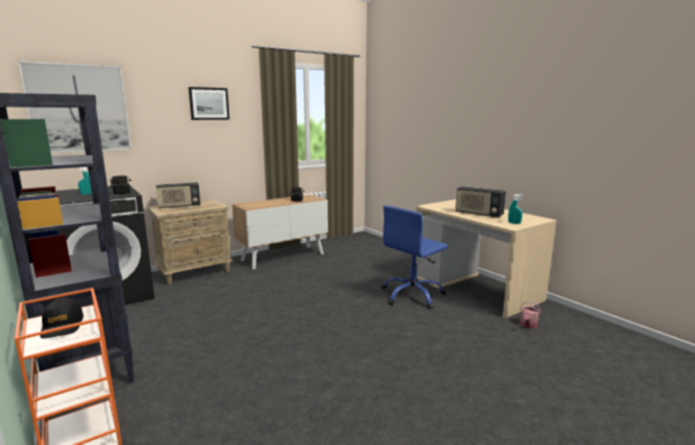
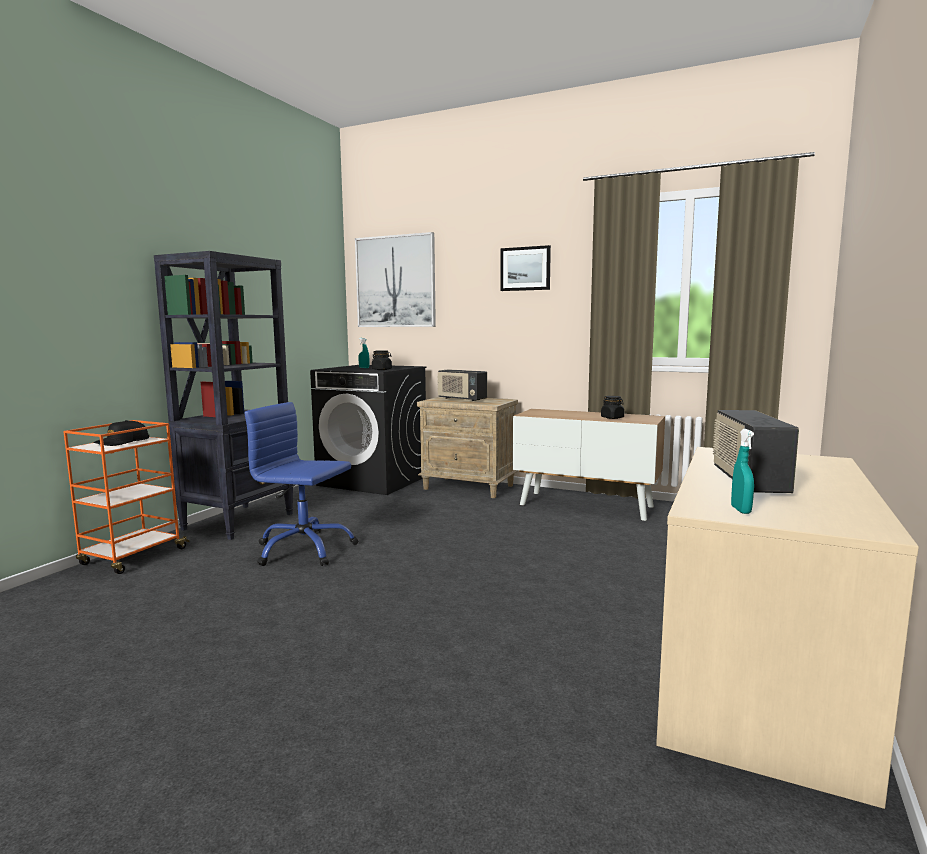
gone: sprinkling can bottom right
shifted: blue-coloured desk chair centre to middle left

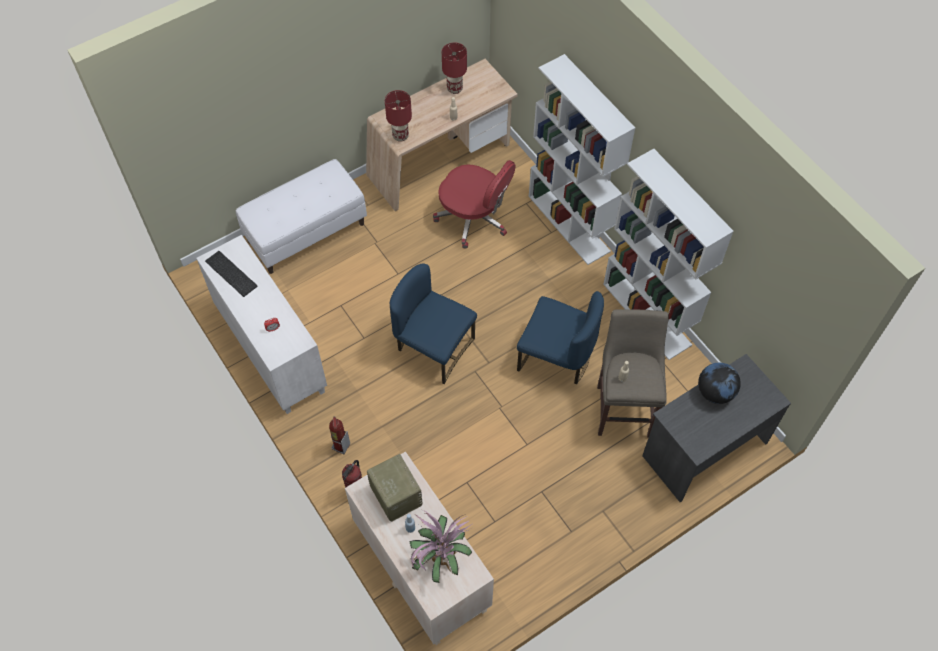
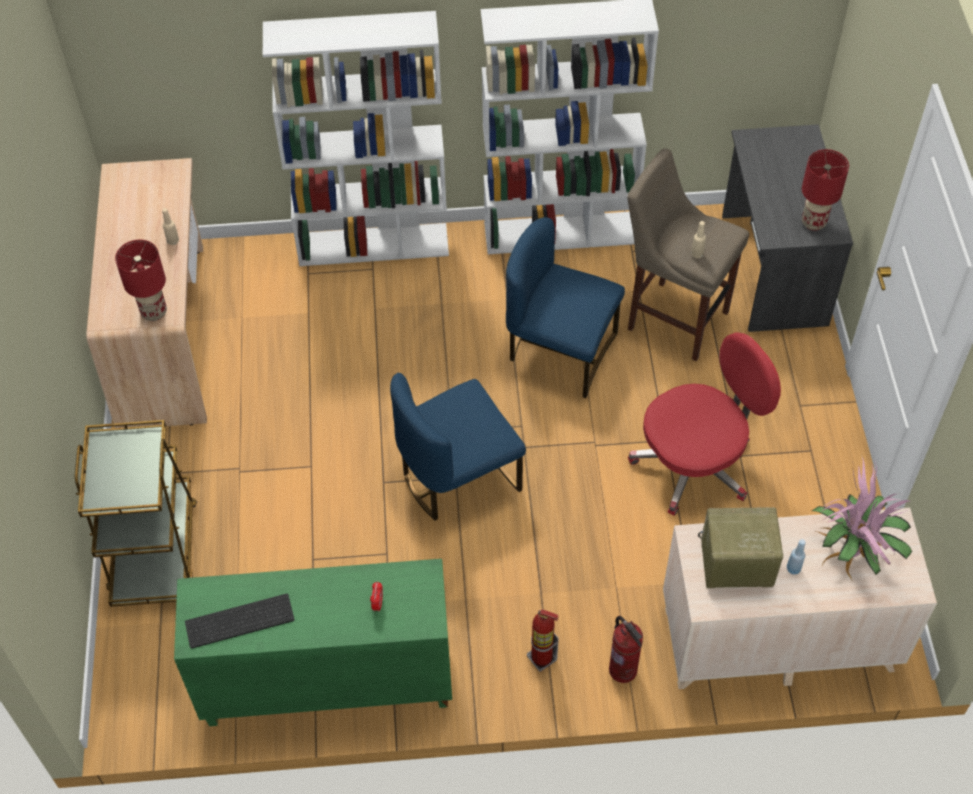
gone: globe middle right
shifted: reddish desk chair top centre to middle right; reddish table lamp (no. 2 from left) top centre to top right
swapped: whitish long seat top left to brownish cart middle left
repainted: whitish cabinet middle left to green cabinet bottom left
rotated: blue-coloured chair (no. 2 from left) centre = centre 120 degrees counterclockwise

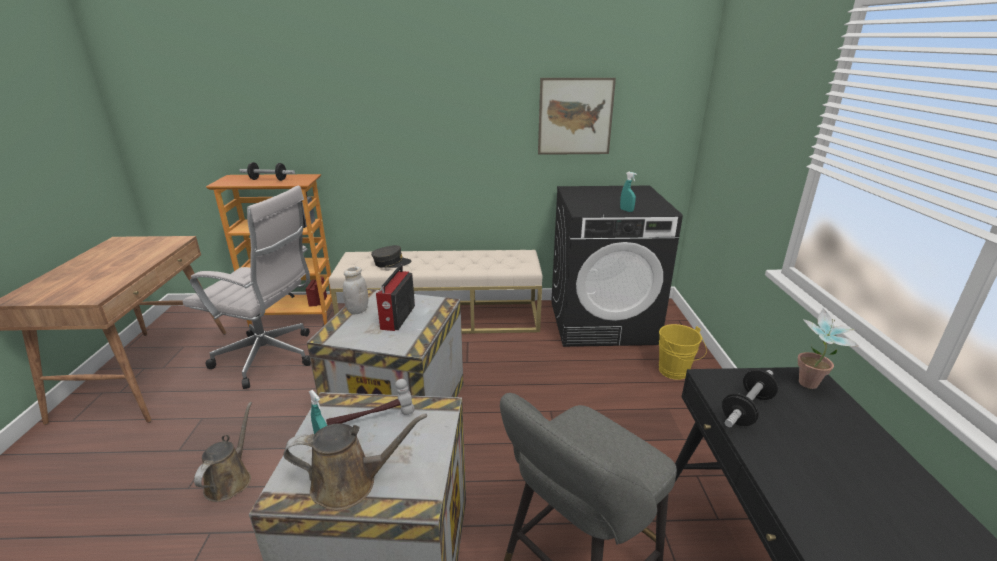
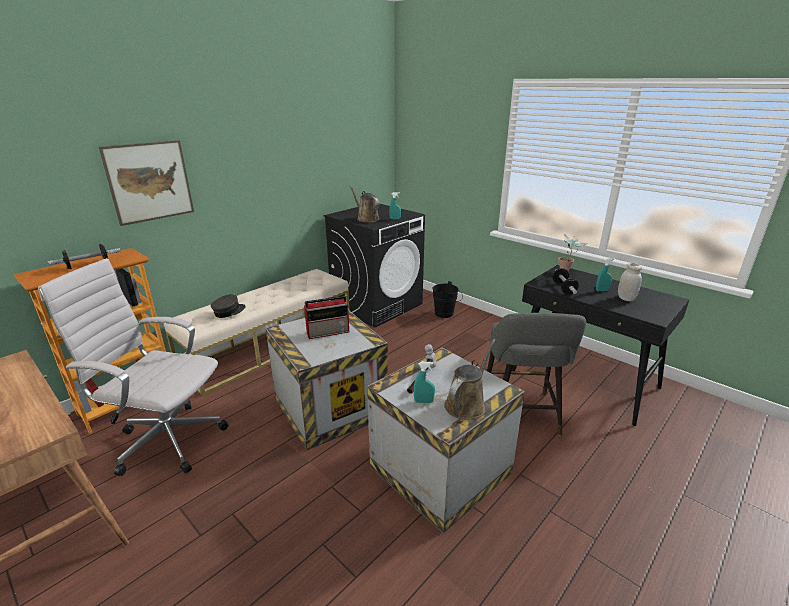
new: turquoise hand sprayer (no. 3 from left) middle right
shifted: wall art top centre to top left; brownish sprinkling can (no. 1 from left) bottom left to centre; whitish preserve jar centre to middle right
repainted: yellowish water bucket middle right to black water bucket centre
rotated: whitish desk chair middle left = middle left 135 degrees counterclockwise; radio centre = centre 75 degrees counterclockwise

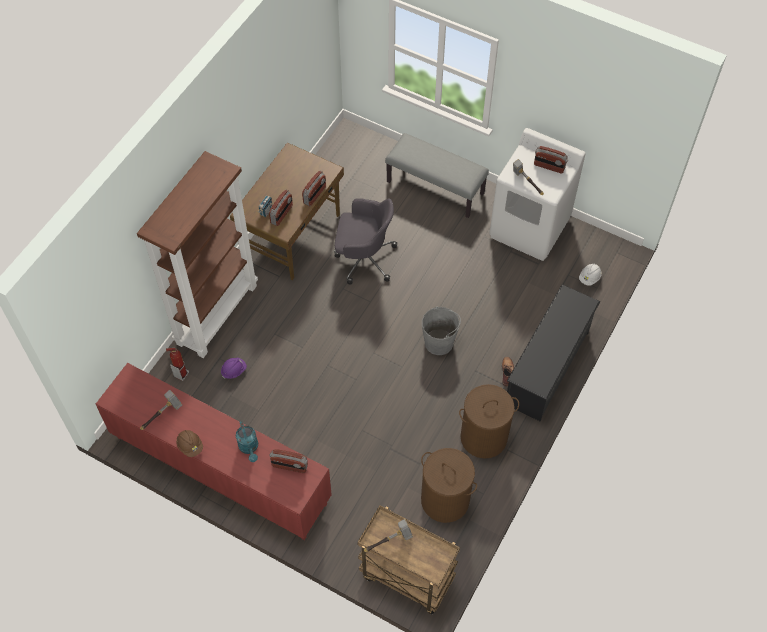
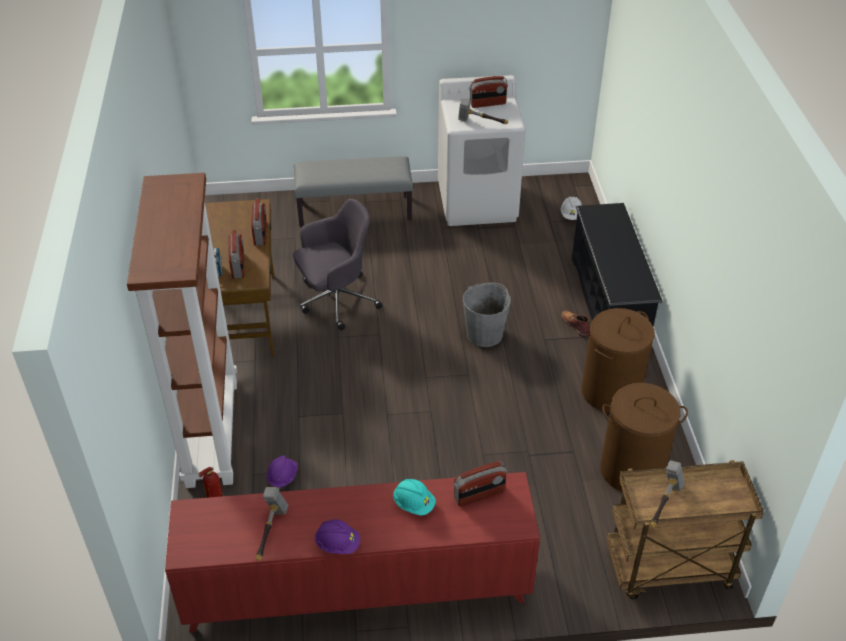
swapped: turquoise sprinkling can bottom left to turquoise safety helmet bottom centre
repainted: brownish safety helmet bottom left to purple safety helmet (no. 2 from left) bottom centre

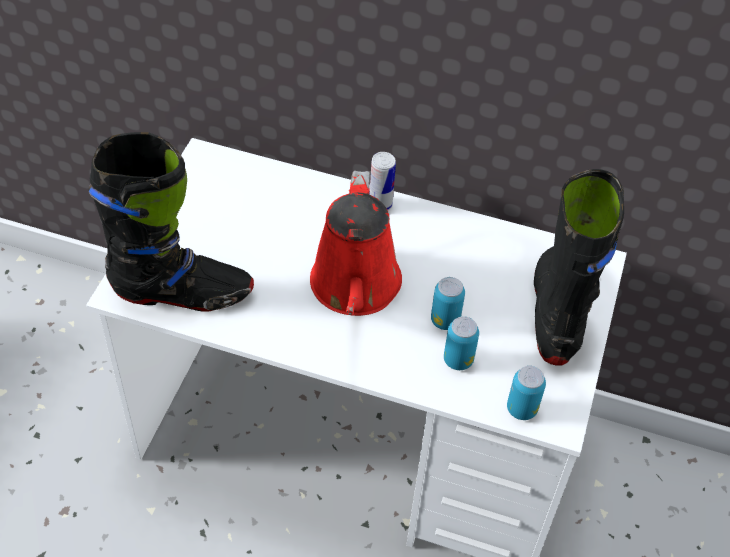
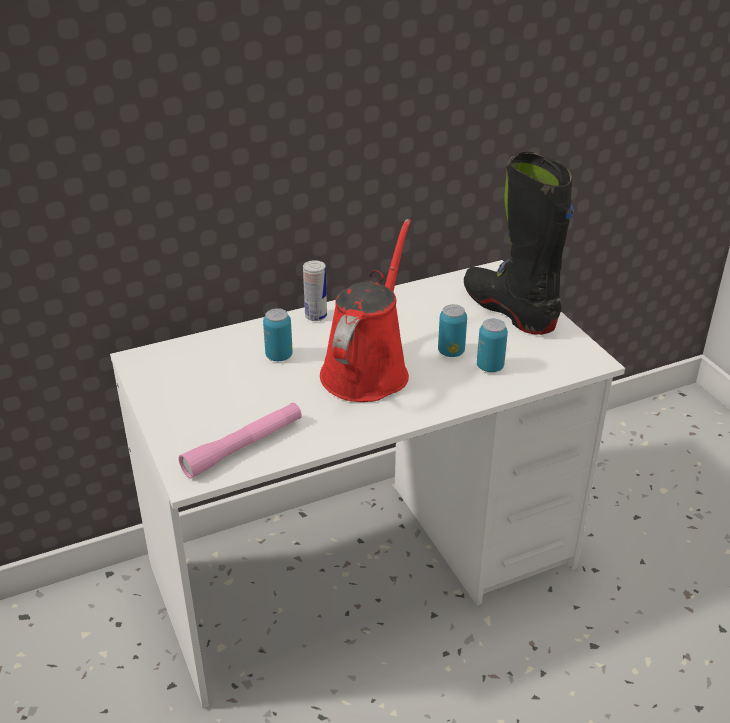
shifted: can (no. 4 from left in the first image) bottom right to can (no. 1 from left) centre
swapped: black boot (no. 1 from left) middle left to pink-coloured hand torch middle left
rotated: reddish sprinkling can centre = centre 120 degrees counterclockwise

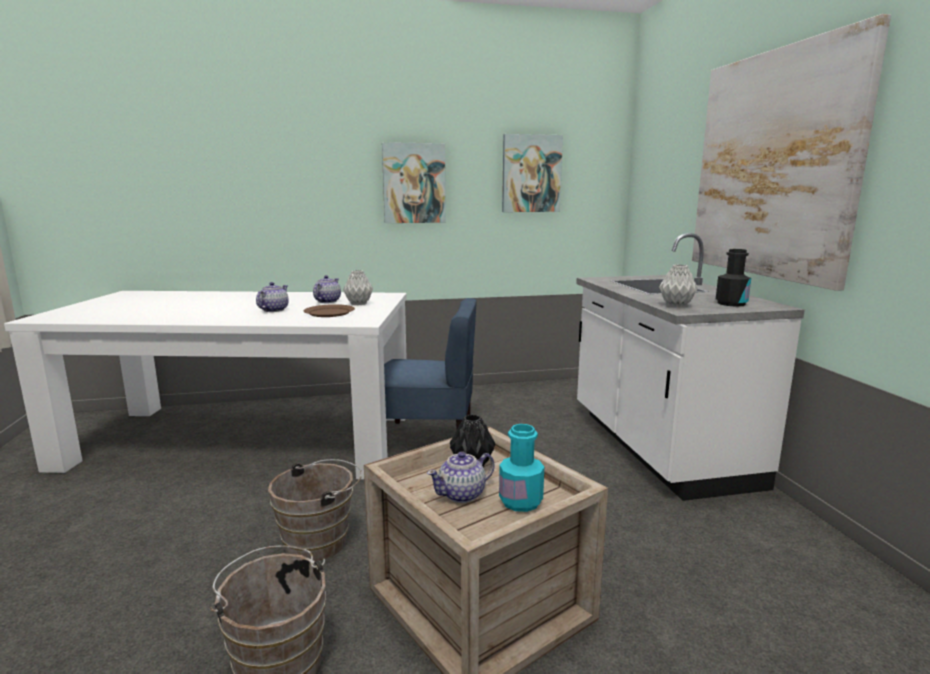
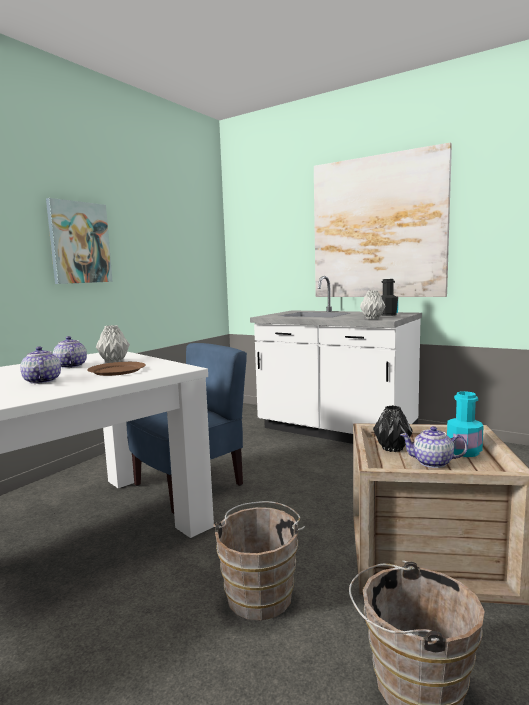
gone: wall art (no. 2 from left) top centre
rotated: tea pot (no. 3 from left) bottom centre = middle right 90 degrees clockwise

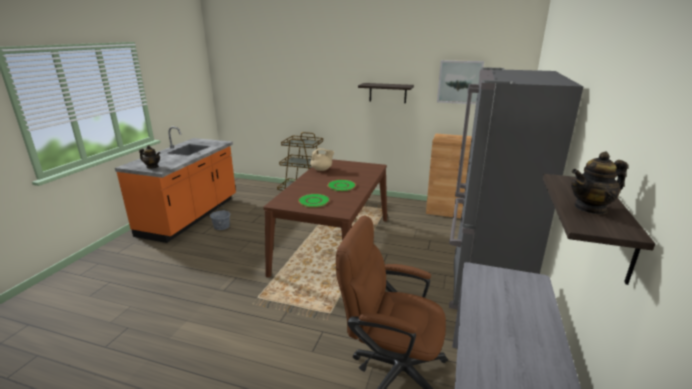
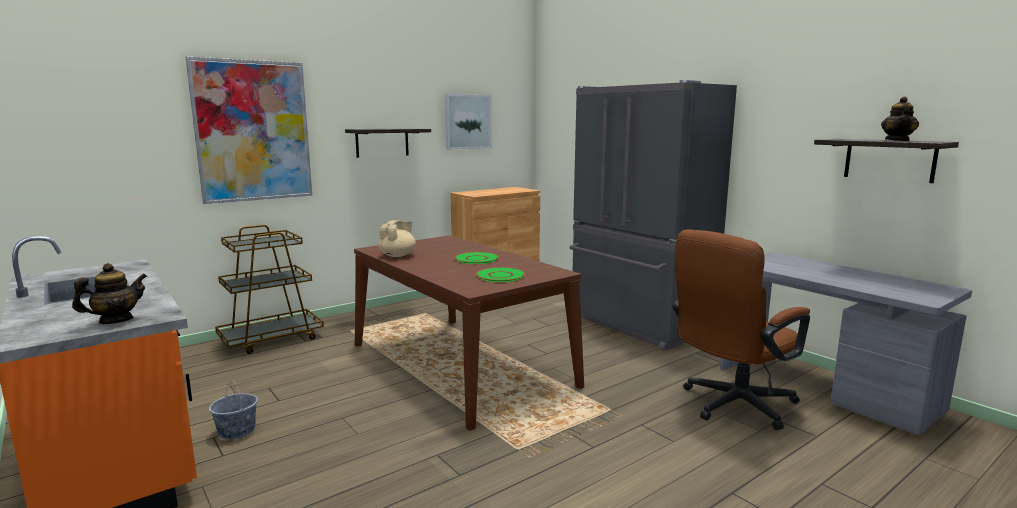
new: wall art (no. 1 from left) top left

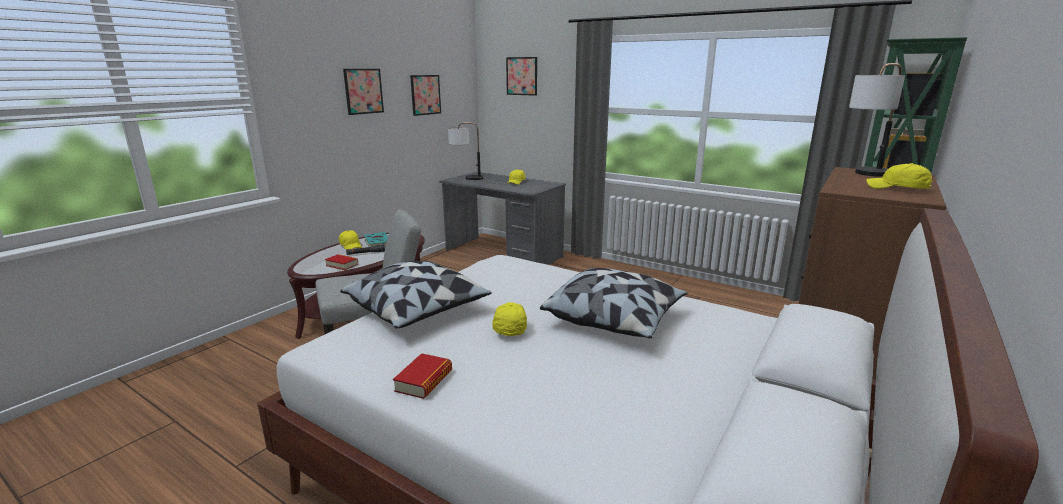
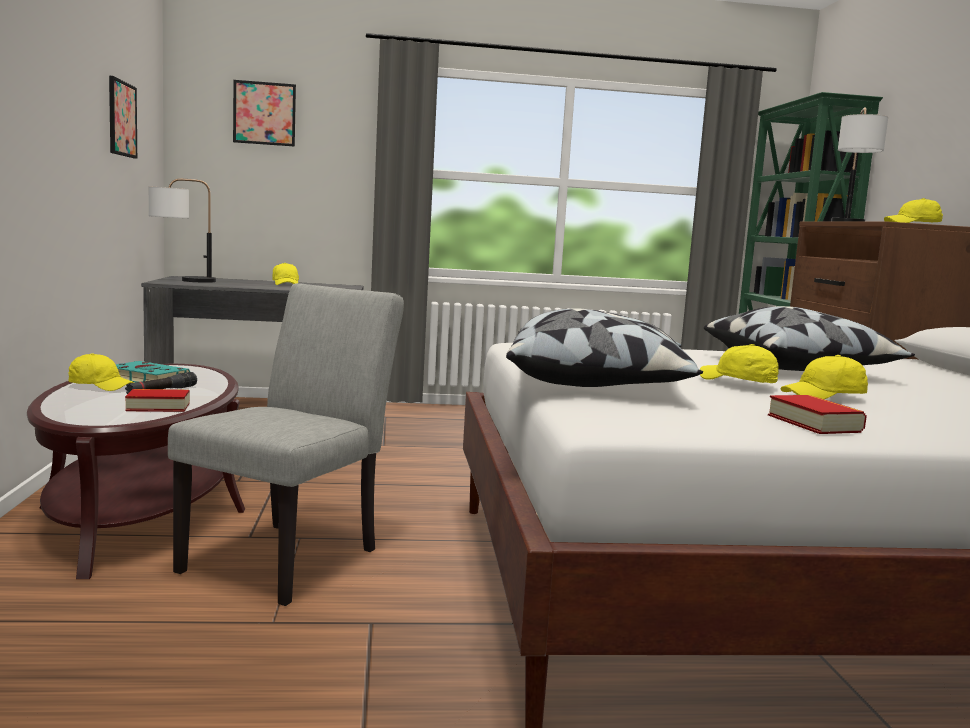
gone: wall art (no. 1 from left) top centre
new: yellowish baseball cap (no. 4 from left) middle right

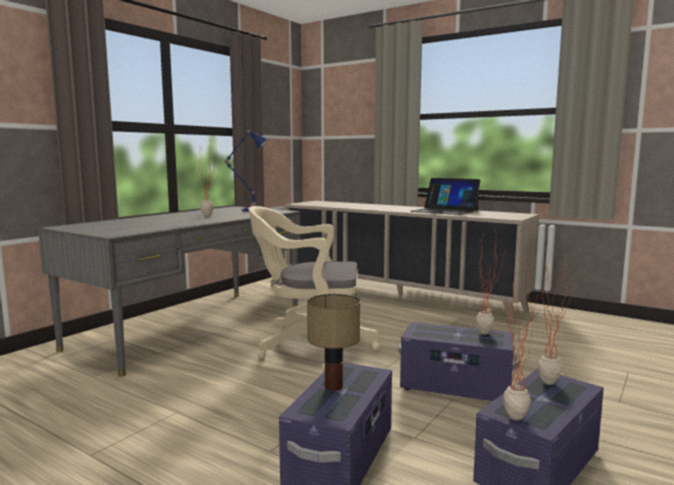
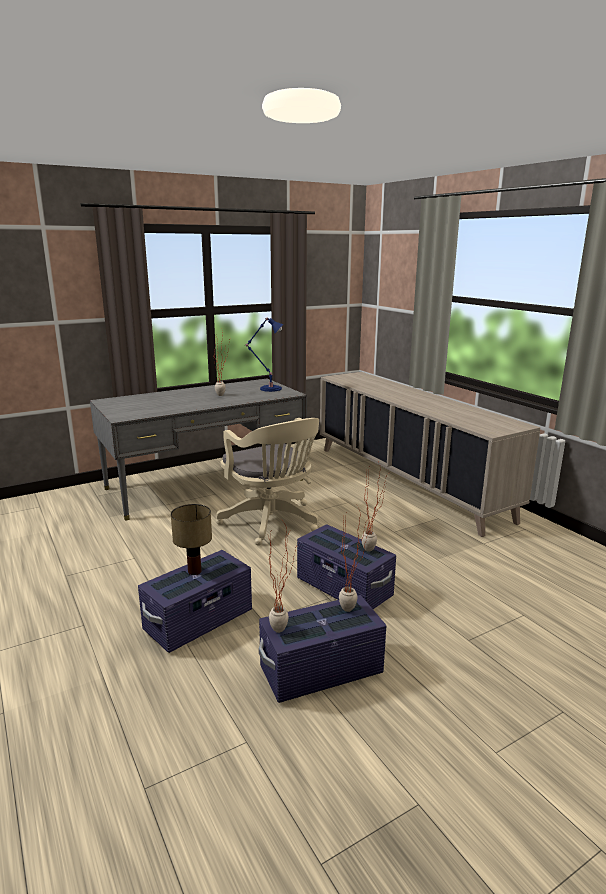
gone: laptop centre
rotated: beige desk chair centre = centre 150 degrees counterclockwise

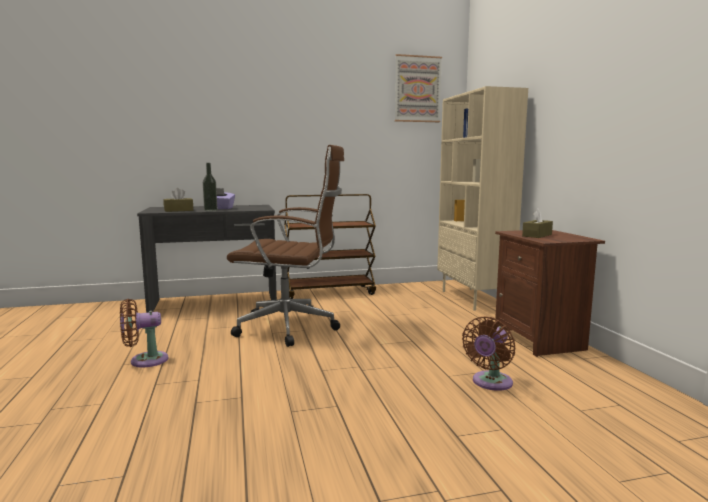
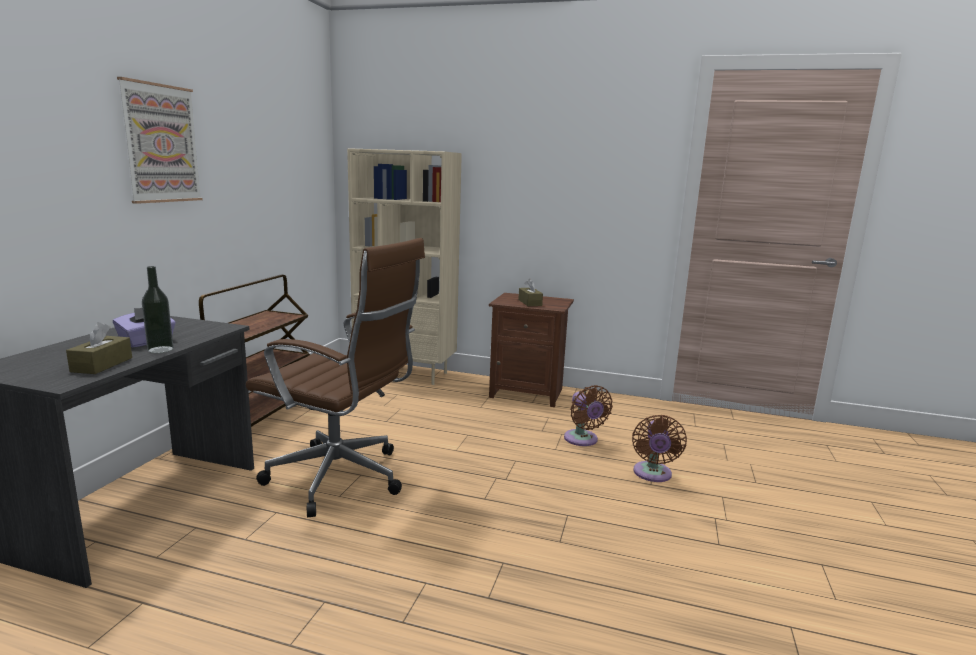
shifted: wall art top centre to top left; brownish electric fan (no. 1 from left in the first image) middle left to brownish electric fan (no. 2 from left) bottom right
rotated: brownish desk chair centre = centre 75 degrees clockwise

